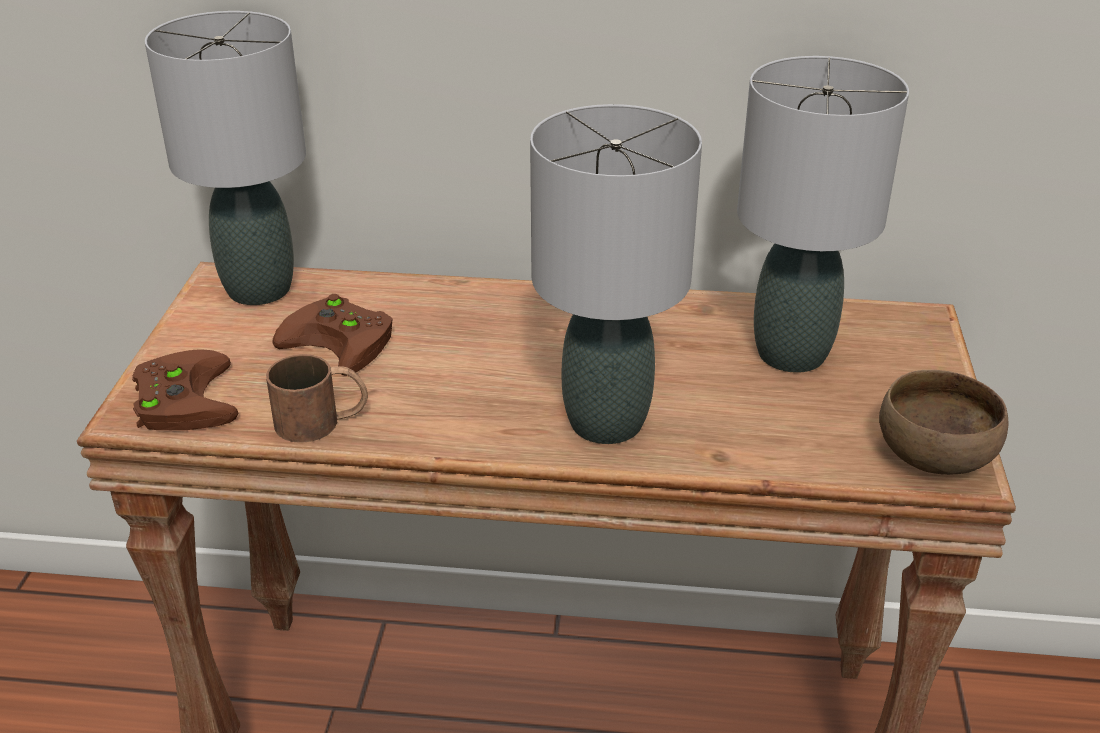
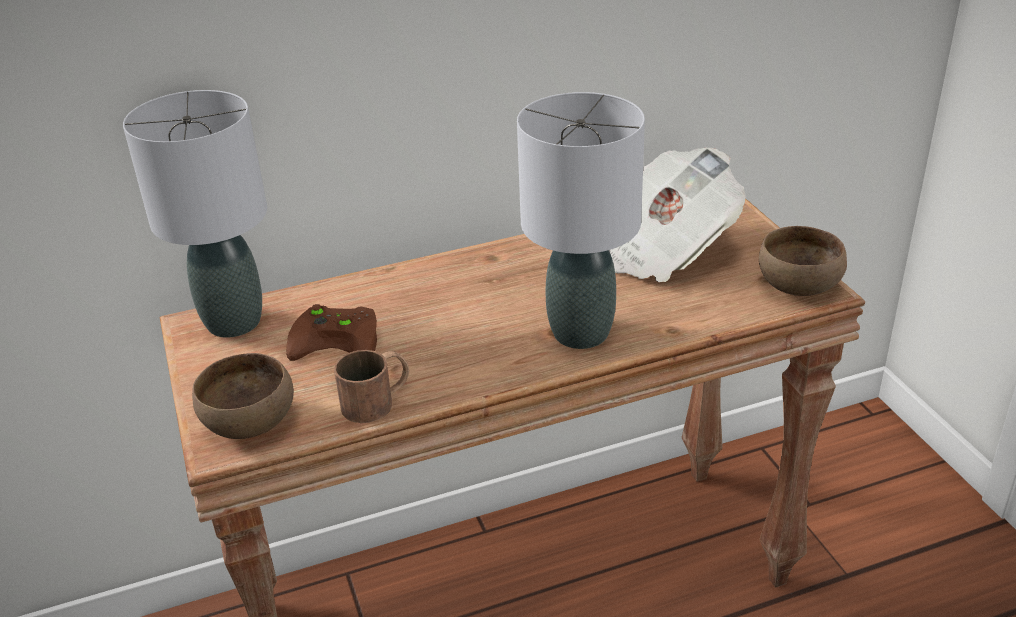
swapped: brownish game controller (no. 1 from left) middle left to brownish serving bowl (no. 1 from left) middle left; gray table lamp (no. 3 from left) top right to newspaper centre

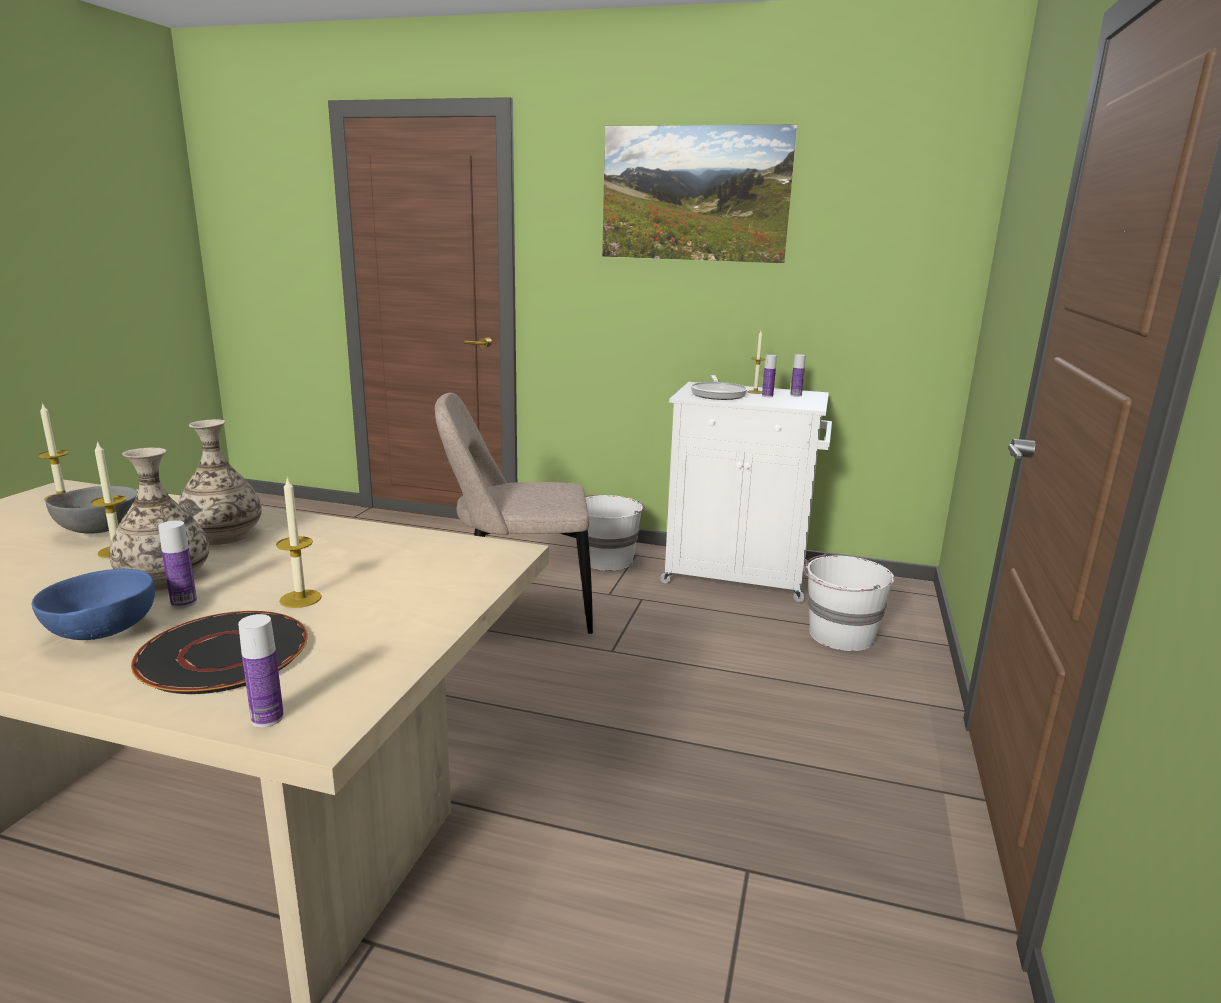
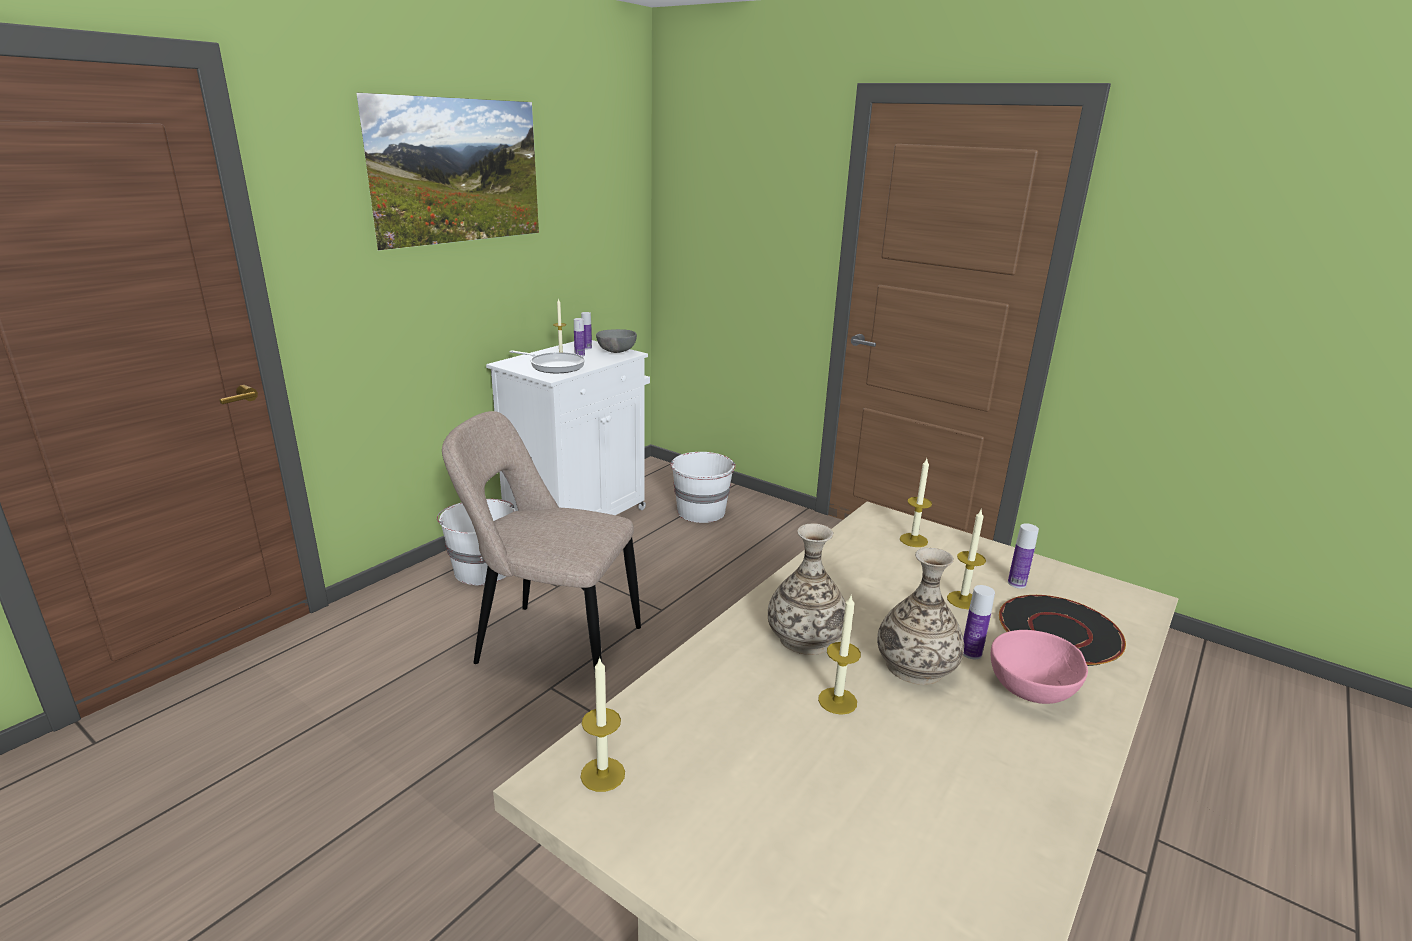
new: wax light (no. 4 from left) centre
shifted: gray serving bowl middle left to centre; bottle (no. 2 from left in the first image) bottom left to bottle (no. 4 from left) middle right
repainted: blue-coloured serving bowl middle left to pink-coloured serving bowl bottom right
rotated: beige chair centre = centre 90 degrees clockwise

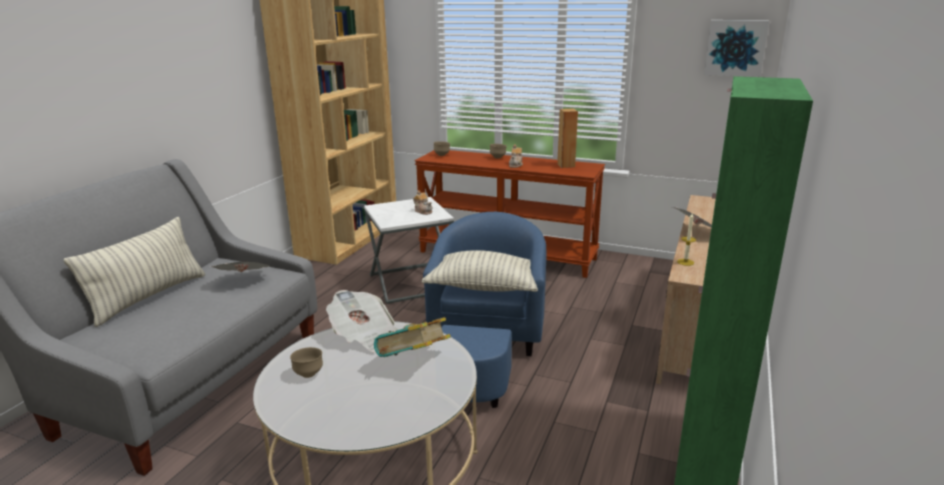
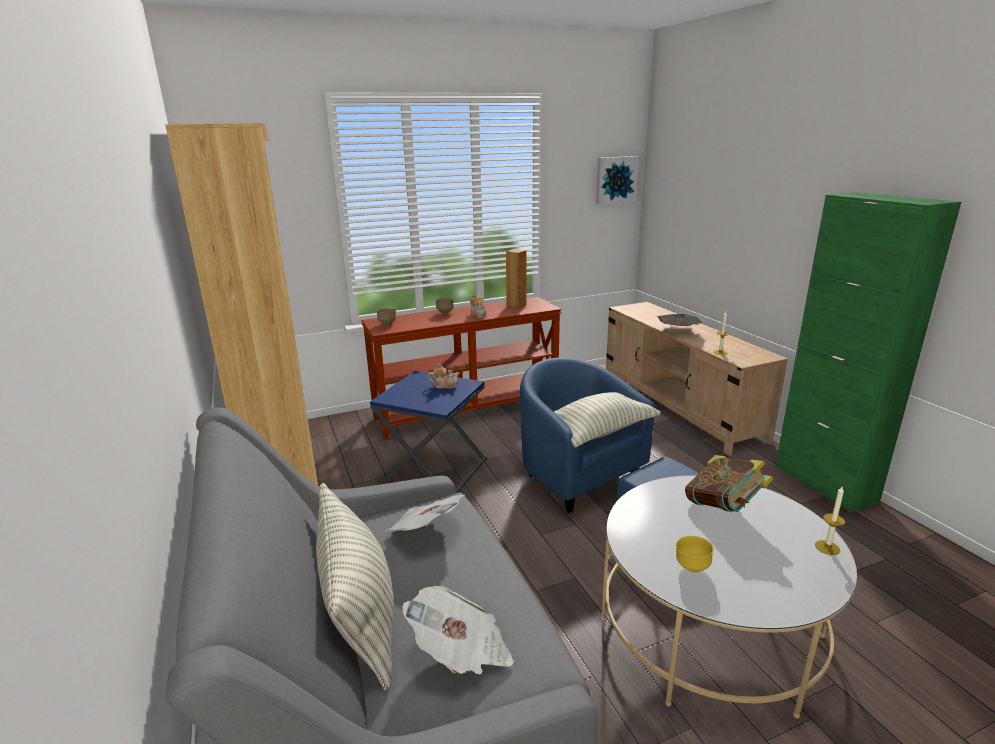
new: wax light (no. 2 from left) bottom right
shifted: newspaper (no. 2 from left) centre to bottom centre
repainted: whitish end table centre to blue-coloured end table centre; brownish serving bowl (no. 1 from left) bottom left to yellowish serving bowl bottom right

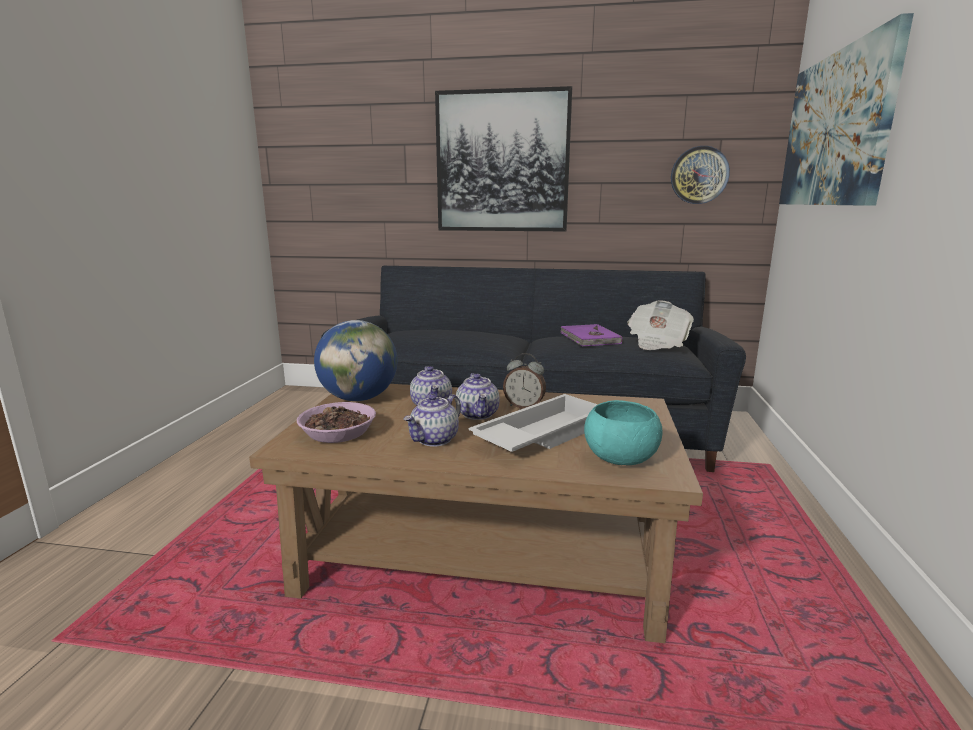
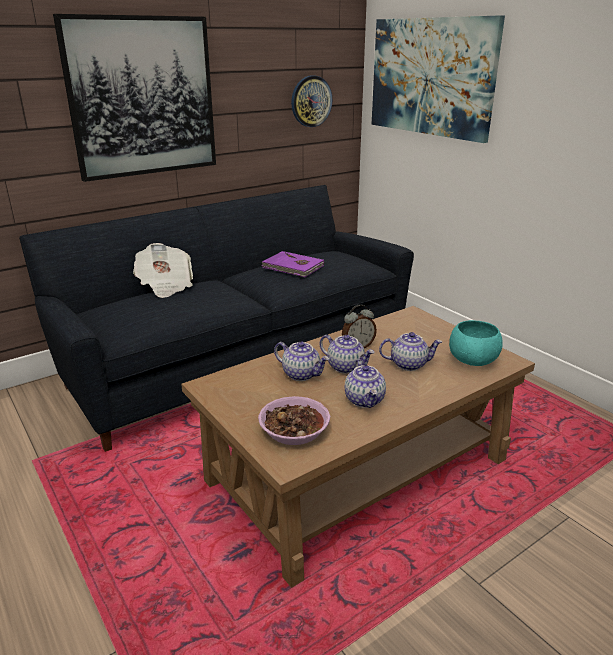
gone: globe centre
shifted: newspaper middle right to middle left
swapped: whitish tray centre to tea pot (no. 4 from left) middle right

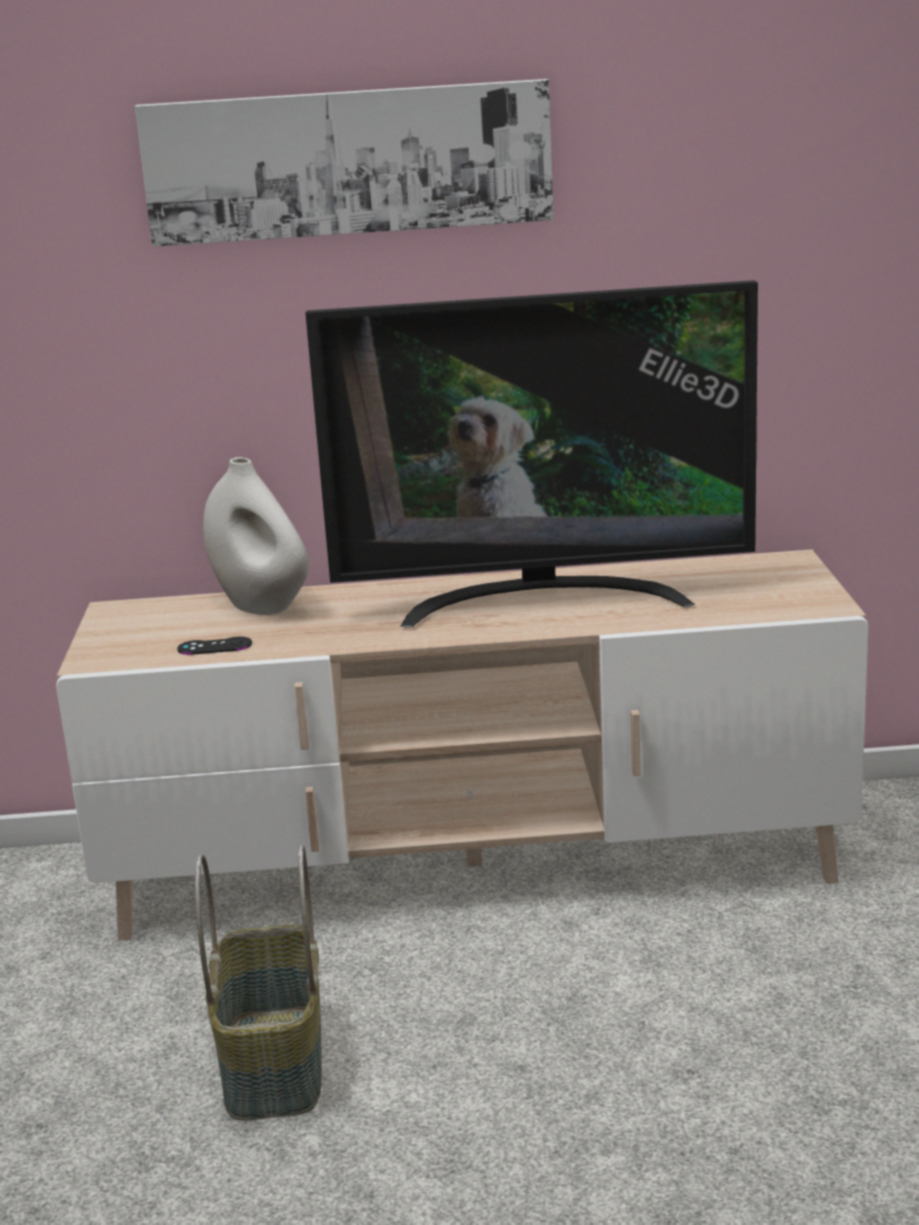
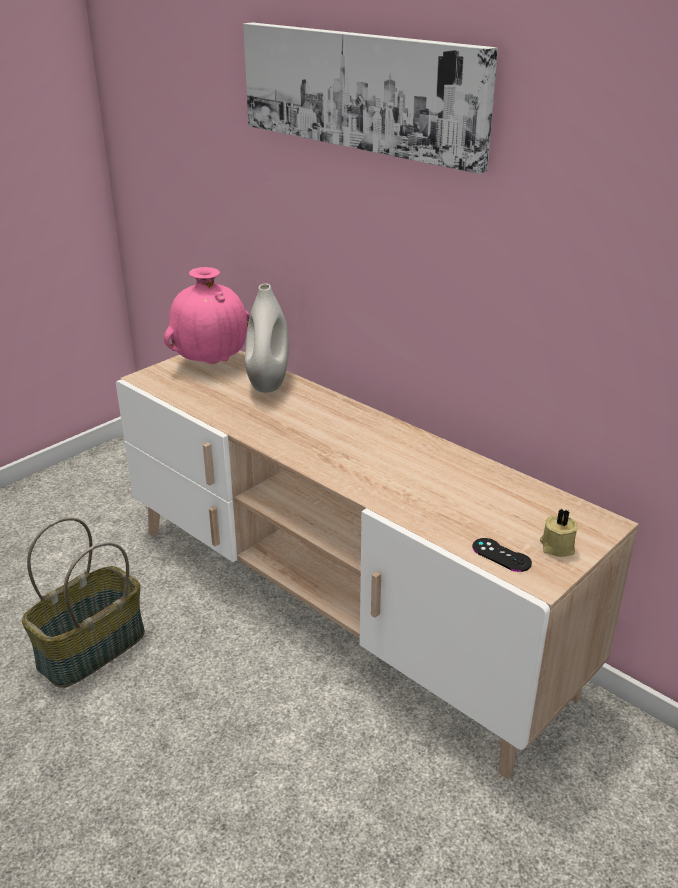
gone: TV set centre
new: pink-coloured flower vase middle left; beige wax light middle right
shifted: black game controller middle left to middle right

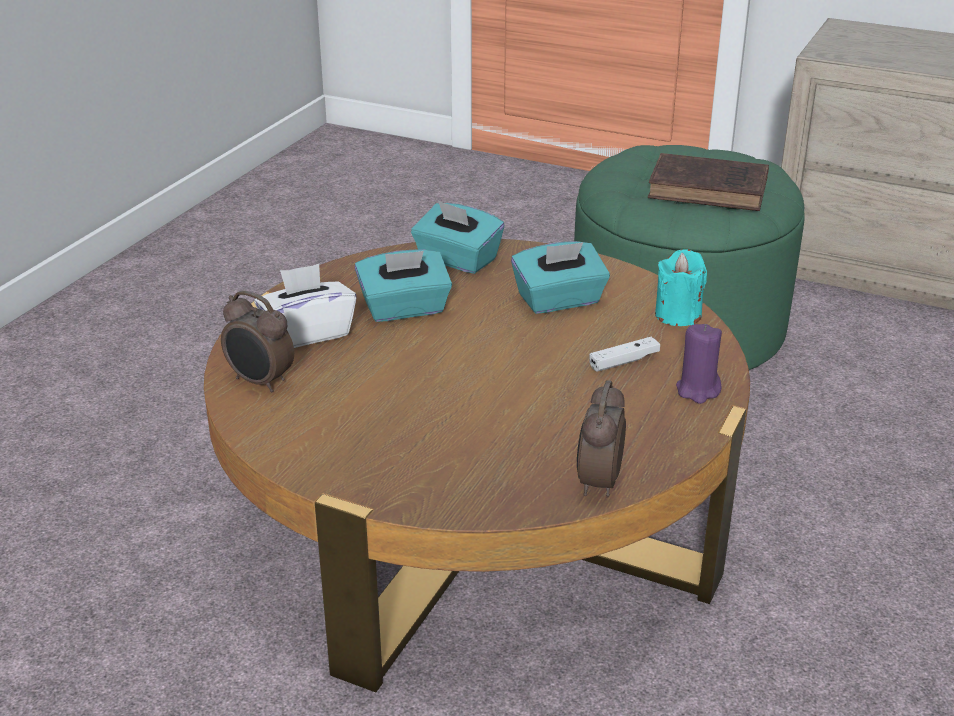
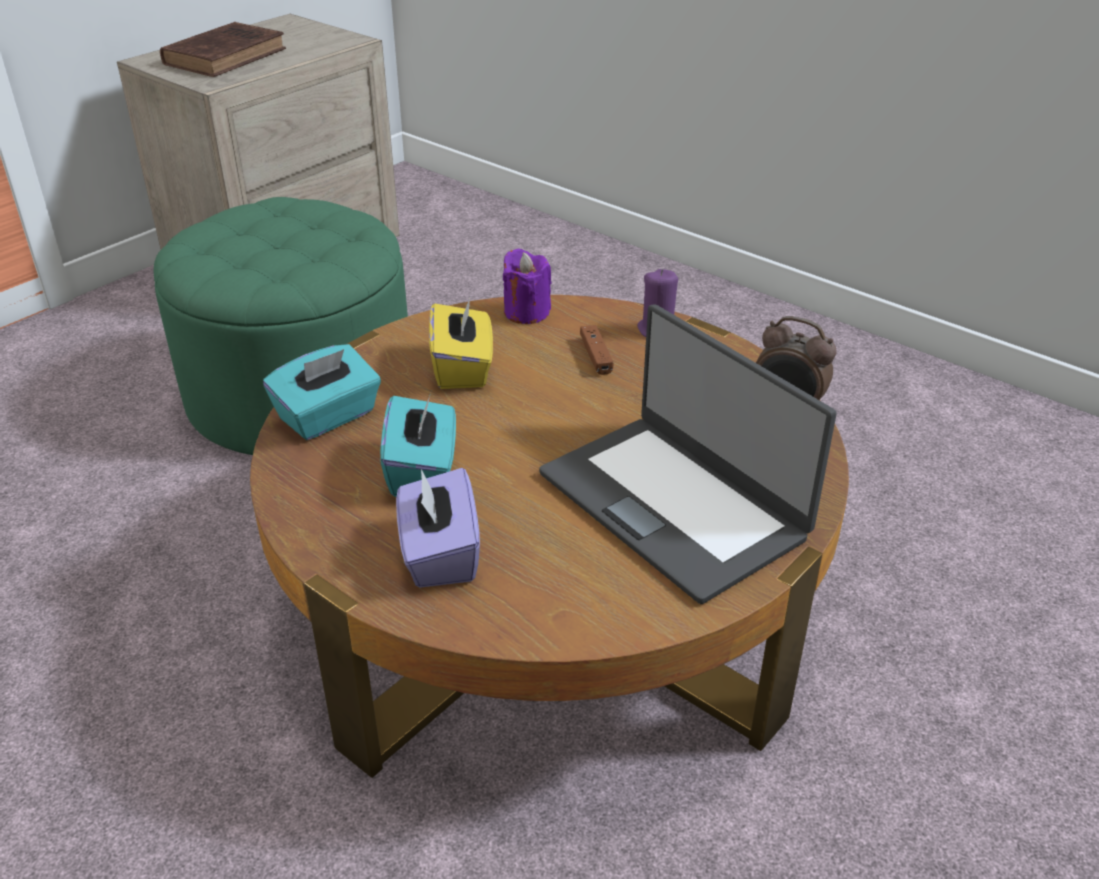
gone: bedside clock (no. 1 from left) middle left
new: laptop centre
shifted: brownish book top right to top left
repainted: whitish tissue holder middle left to purple tissue holder centre; turquoise tissue holder (no. 3 from left) centre to yellowish tissue holder centre; turquoise wax light middle right to purple wax light (no. 1 from left) top centre; whitish game controller centre to brownish game controller centre

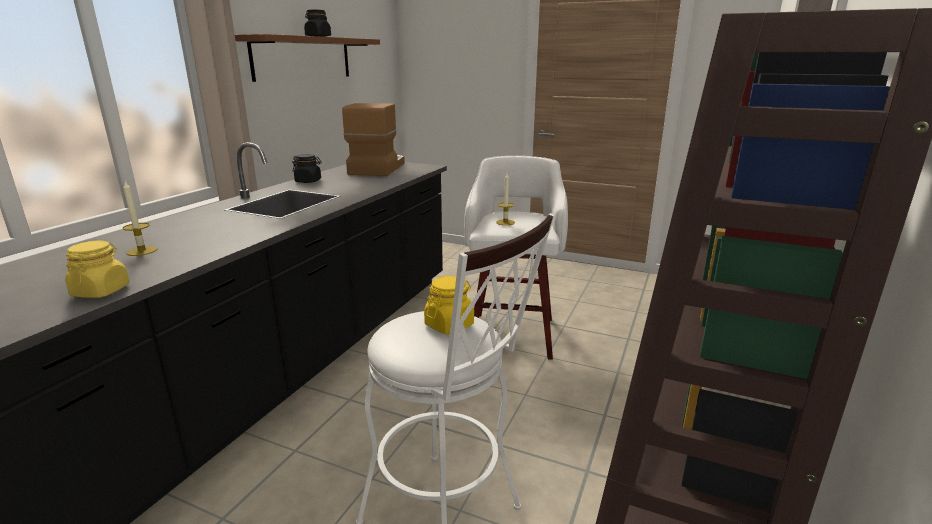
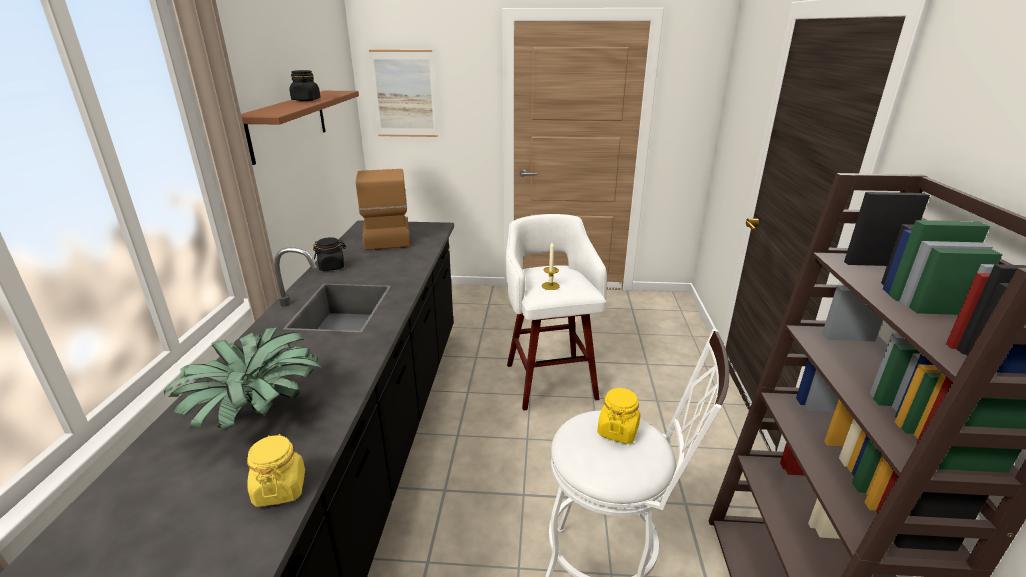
new: wall art top centre
swapped: wax light (no. 1 from left) middle left to potted plant middle left

